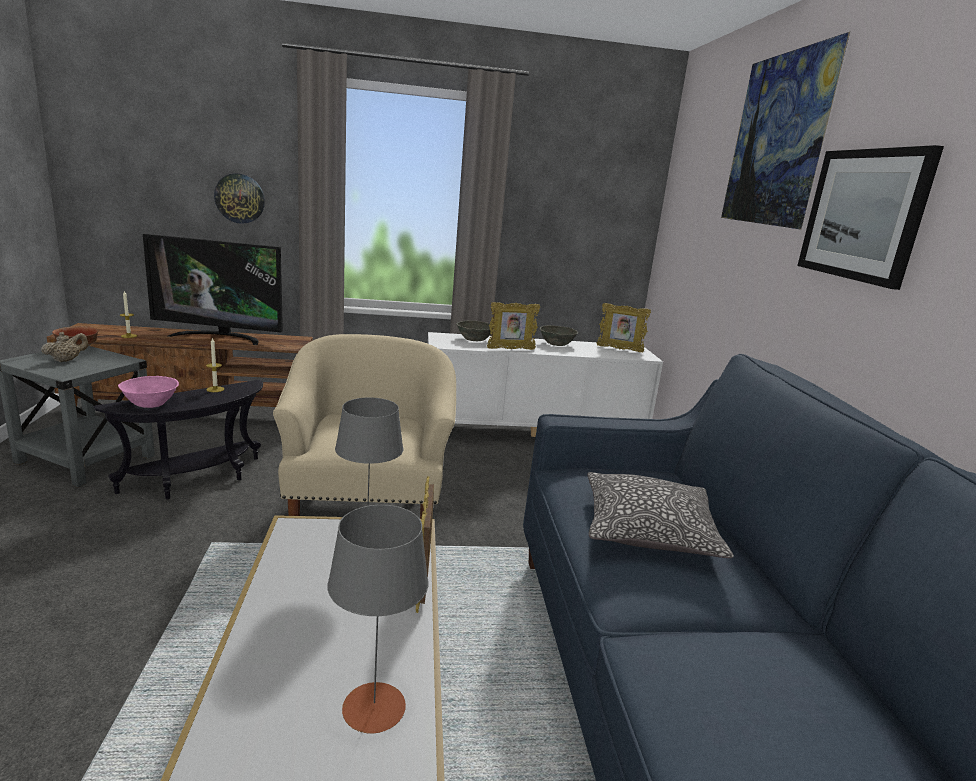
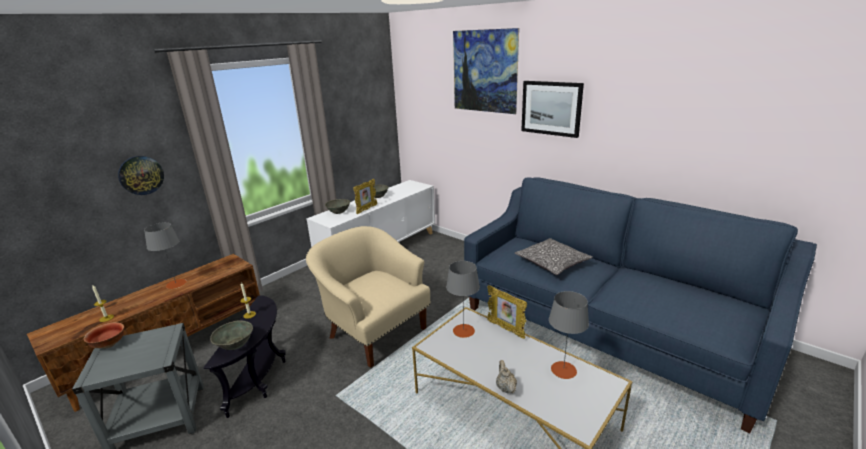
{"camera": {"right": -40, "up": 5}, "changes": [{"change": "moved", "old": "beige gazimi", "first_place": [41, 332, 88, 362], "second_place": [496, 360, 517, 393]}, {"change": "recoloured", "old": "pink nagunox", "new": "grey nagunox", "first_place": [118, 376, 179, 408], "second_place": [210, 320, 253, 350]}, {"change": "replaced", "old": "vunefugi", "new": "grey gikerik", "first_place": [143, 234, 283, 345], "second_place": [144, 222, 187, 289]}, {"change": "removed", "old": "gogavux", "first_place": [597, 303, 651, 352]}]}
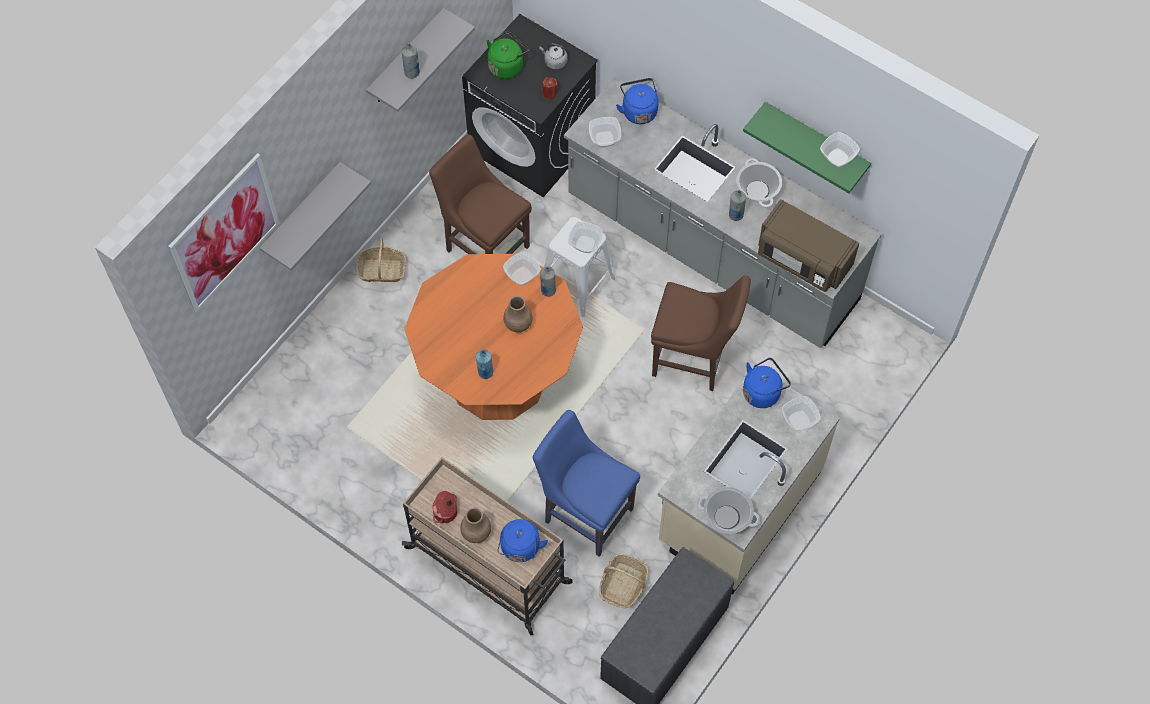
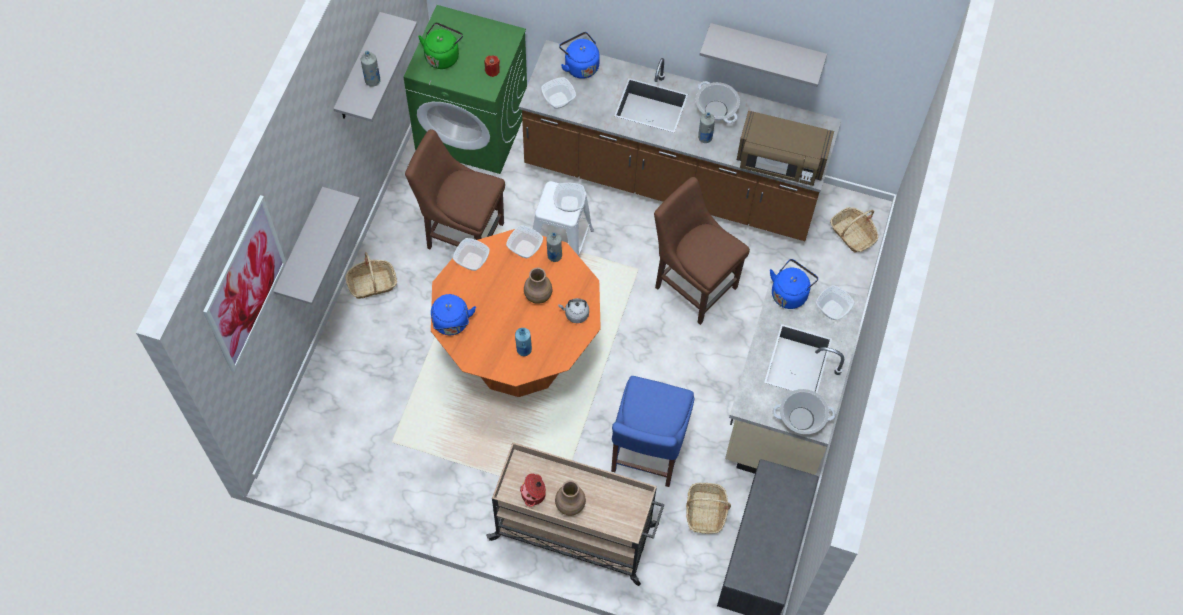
{"camera": {"right": -20, "up": 0}, "changes": [{"change": "recoloured", "old": "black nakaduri", "new": "green nakaduri", "first_place": [462, 14, 598, 197], "second_place": [404, 5, 527, 174]}, {"change": "moved", "old": "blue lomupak", "first_place": [498, 519, 548, 562], "second_place": [431, 294, 476, 335]}, {"change": "turned", "old": "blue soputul", "first_place": [533, 410, 640, 557], "second_place": [611, 376, 694, 487], "degrees": -90}, {"change": "moved", "old": "grey lomupak", "first_place": [539, 43, 567, 70], "second_place": [558, 298, 589, 323]}, {"change": "recoloured", "old": "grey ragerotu", "new": "brown ragerotu", "first_place": [564, 76, 882, 348], "second_place": [519, 40, 841, 241]}, {"change": "turned", "old": "brown soputul", "first_place": [651, 276, 751, 391], "second_place": [654, 177, 750, 325], "degrees": -135}, {"change": "recoloured", "old": "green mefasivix", "new": "grey mefasivix", "first_place": [743, 102, 871, 193], "second_place": [700, 23, 827, 87]}, {"change": "moved", "old": "nagunox", "first_place": [820, 132, 860, 168], "second_place": [453, 238, 490, 271]}, {"change": "added", "new": "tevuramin", "second_place": [830, 207, 878, 252]}]}
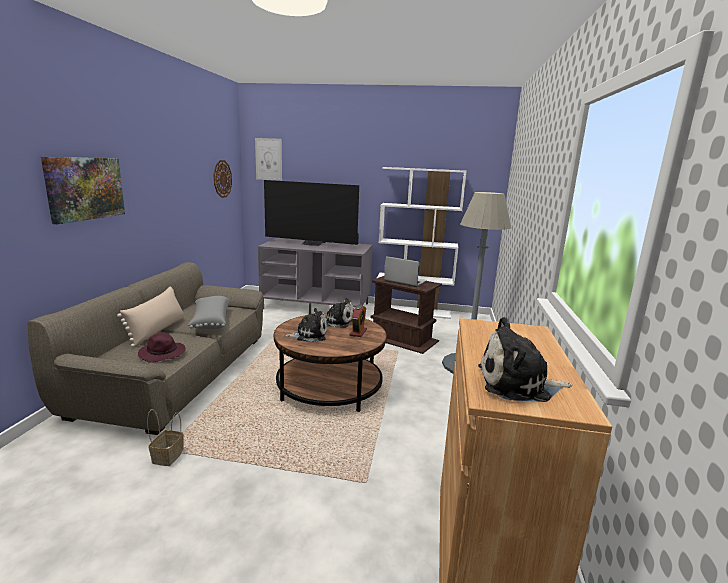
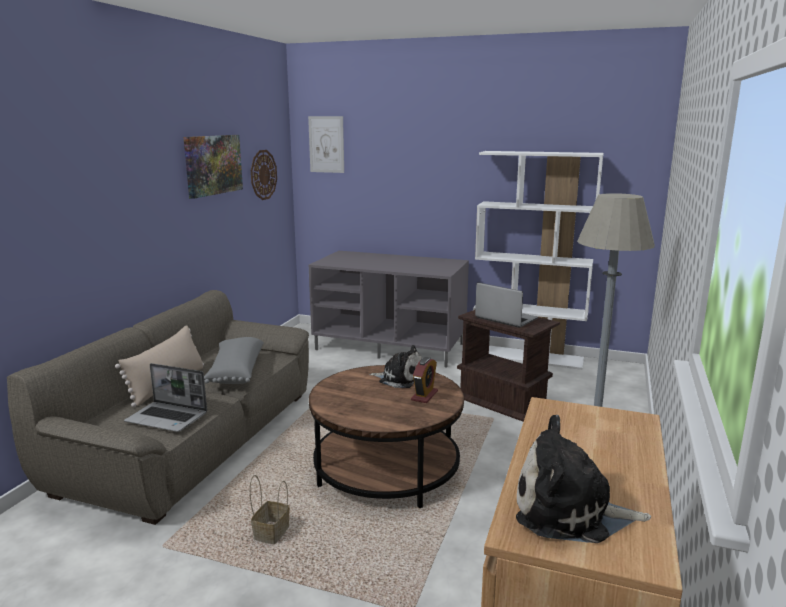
{"camera": {"right": 10, "up": 0}, "changes": [{"change": "moved", "old": "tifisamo", "first_place": [41, 157, 125, 224], "second_place": [183, 135, 243, 199]}, {"change": "replaced", "old": "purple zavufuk", "new": "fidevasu", "first_place": [138, 333, 186, 363], "second_place": [124, 363, 207, 432]}, {"change": "moved", "old": "tevuramin", "first_place": [147, 409, 184, 466], "second_place": [250, 475, 290, 544]}, {"change": "removed", "old": "vunefugi", "first_place": [264, 180, 359, 246]}, {"change": "removed", "old": "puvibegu", "first_place": [284, 308, 327, 342]}]}
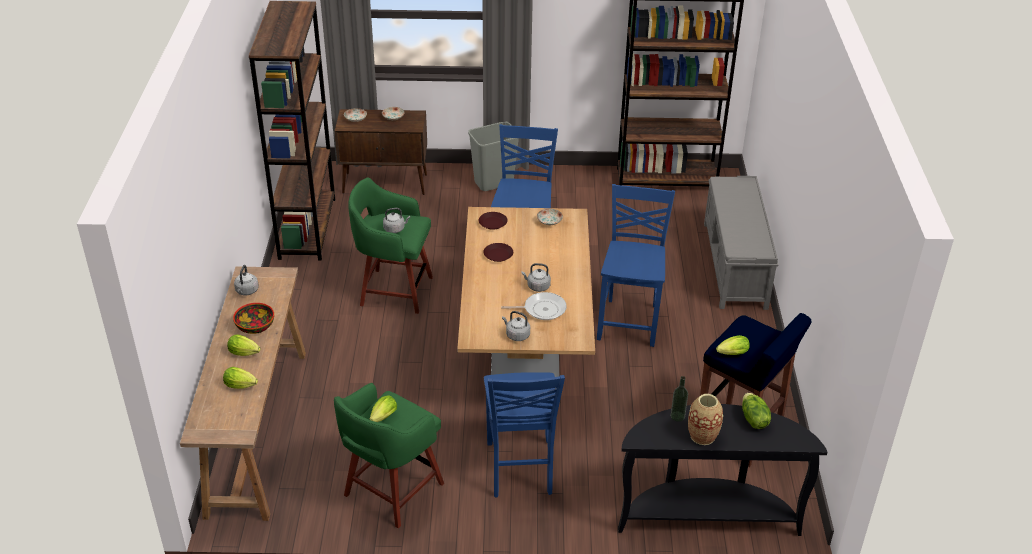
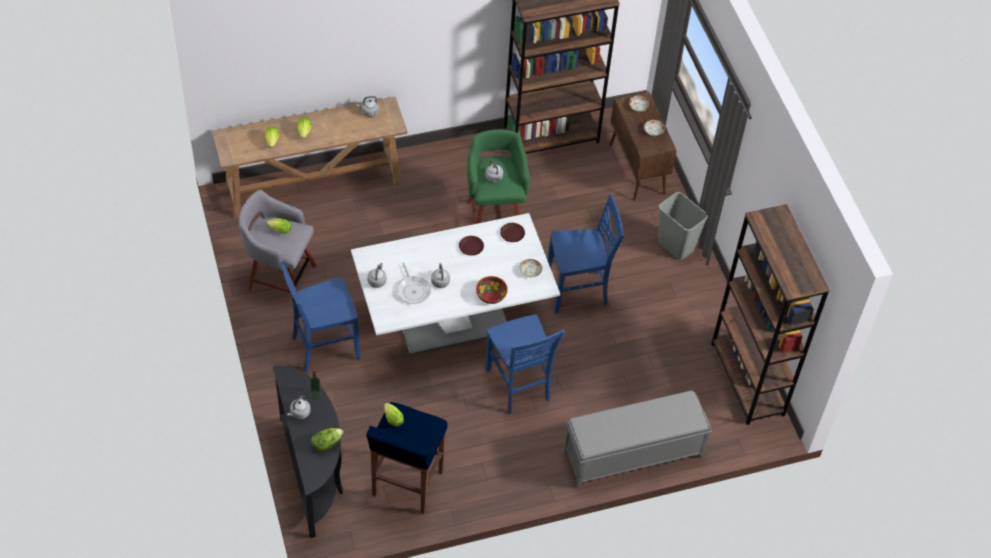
{"camera": {"right": 70, "up": 15}, "changes": [{"change": "moved", "old": "nagunox", "first_place": [233, 303, 274, 334], "second_place": [476, 276, 508, 304]}, {"change": "recoloured", "old": "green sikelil", "new": "grey sikelil", "first_place": [334, 383, 444, 528], "second_place": [239, 190, 316, 293]}, {"change": "recoloured", "old": "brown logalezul", "new": "white logalezul", "first_place": [457, 207, 595, 389], "second_place": [351, 213, 560, 355]}, {"change": "turned", "old": "blue soputul", "first_place": [597, 184, 675, 347], "second_place": [486, 314, 565, 414], "degrees": 75}, {"change": "replaced", "old": "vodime", "new": "grey lomupak", "first_place": [688, 394, 723, 445], "second_place": [287, 395, 311, 419]}]}
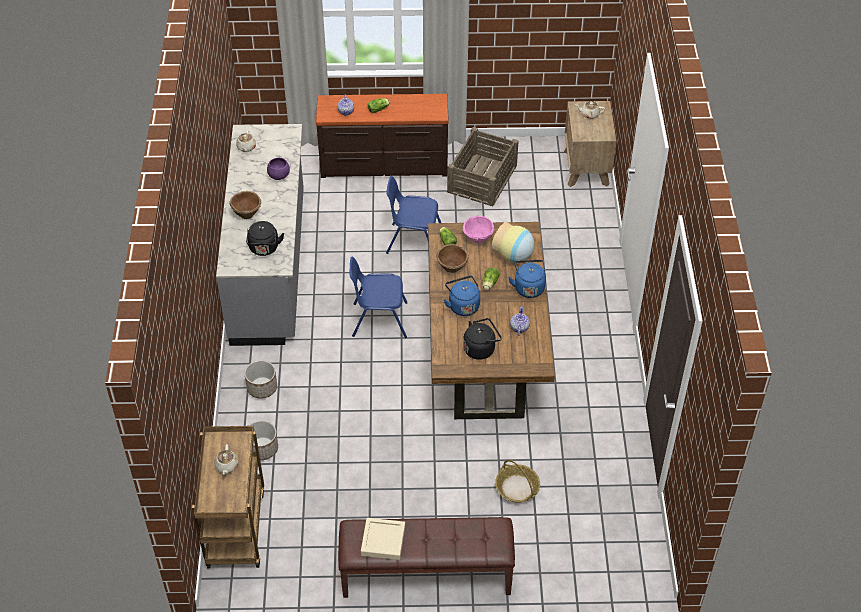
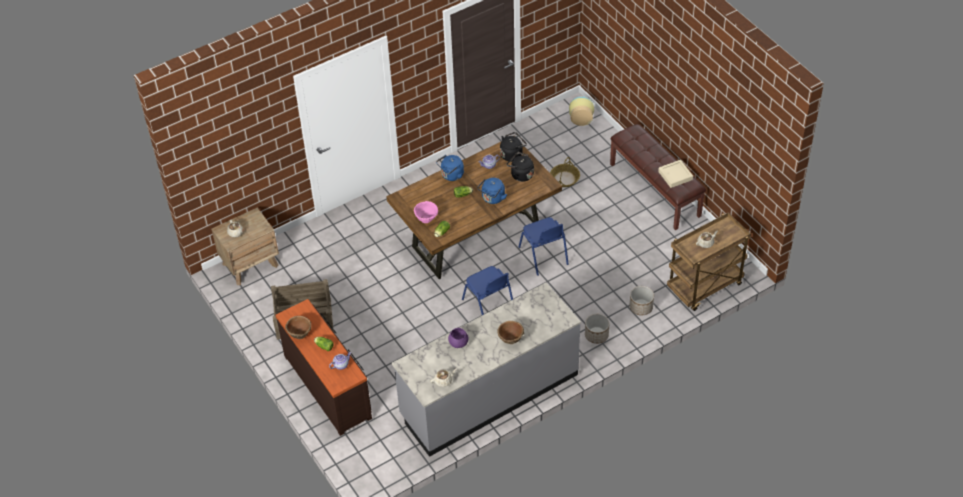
{"camera": {"right": -120, "up": 0}, "changes": [{"change": "moved", "old": "black lomupak", "first_place": [246, 221, 284, 256], "second_place": [500, 132, 527, 162]}, {"change": "moved", "old": "blue soputul", "first_place": [386, 176, 441, 254], "second_place": [518, 217, 569, 276]}, {"change": "moved", "old": "brown nagunox", "first_place": [436, 244, 468, 273], "second_place": [285, 316, 311, 339]}, {"change": "moved", "old": "vodime", "first_place": [491, 222, 534, 263], "second_place": [569, 96, 594, 126]}]}
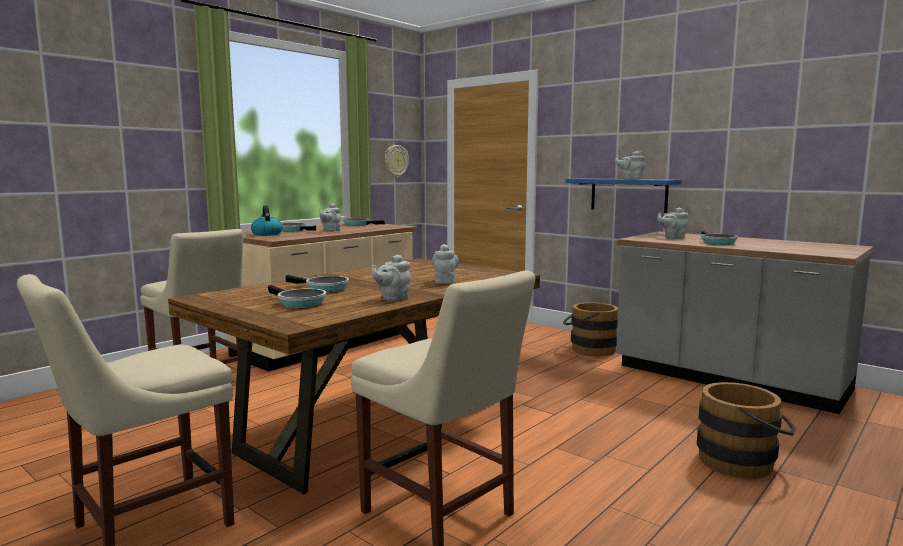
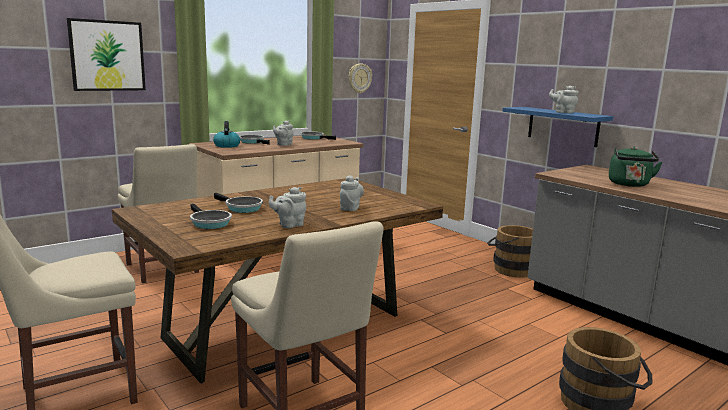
{"camera": {"right": 10, "up": 5}, "changes": [{"change": "removed", "old": "grey gazimi", "first_place": [657, 208, 688, 239]}, {"change": "replaced", "old": "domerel", "new": "green lomupak", "first_place": [701, 231, 738, 245], "second_place": [609, 147, 663, 187]}, {"change": "added", "new": "tifisamo", "second_place": [67, 18, 146, 91]}]}
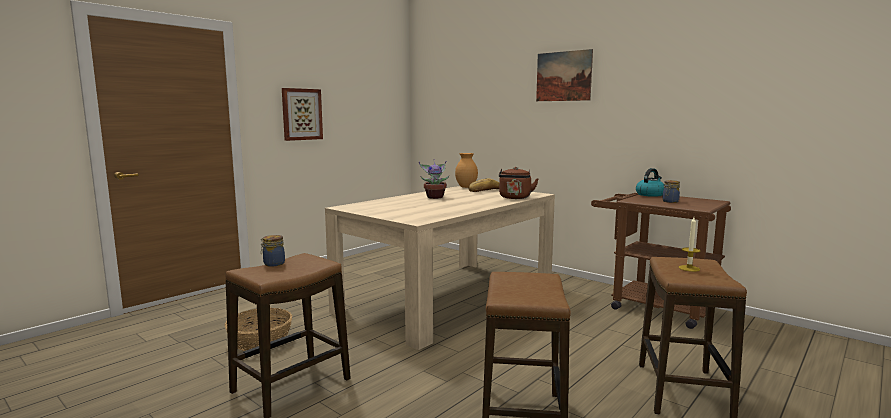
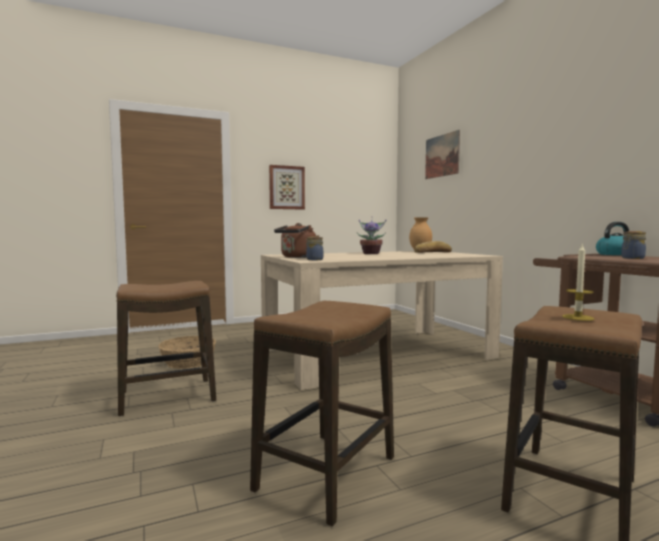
{"camera": {"right": 25, "up": -5}, "changes": [{"change": "moved", "old": "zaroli", "first_place": [261, 235, 285, 267], "second_place": [306, 237, 323, 260]}, {"change": "moved", "old": "brown lomupak", "first_place": [499, 167, 539, 199], "second_place": [274, 223, 319, 258]}, {"change": "moved", "old": "tifisamo", "first_place": [536, 49, 593, 101], "second_place": [425, 130, 460, 179]}]}
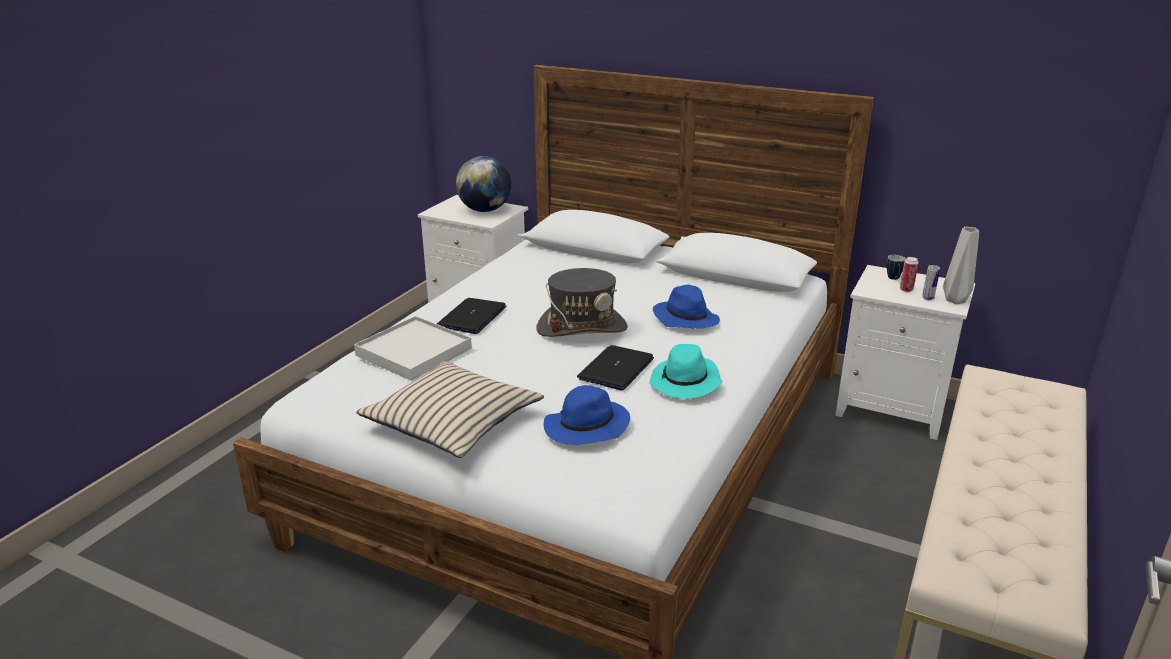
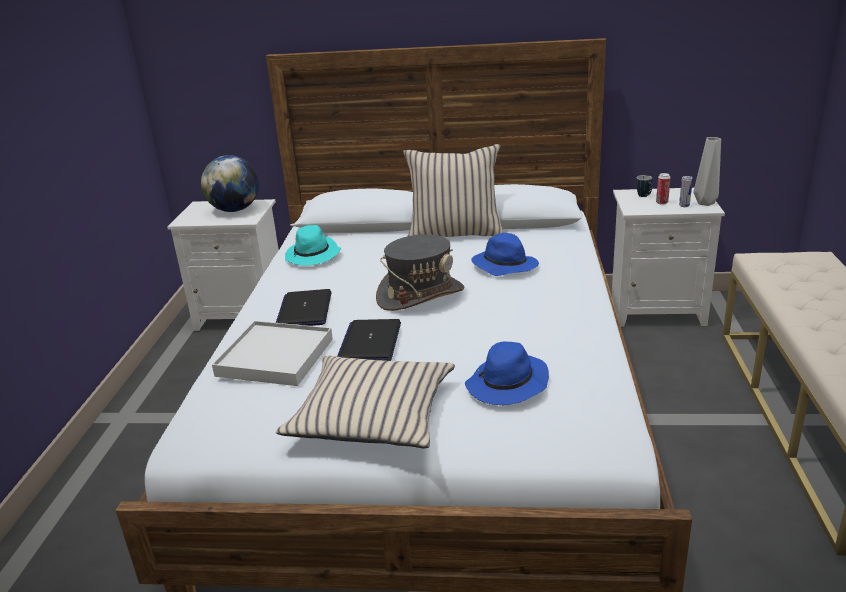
{"camera": {"right": -20, "up": 0}, "changes": [{"change": "moved", "old": "fidevasu", "first_place": [577, 345, 654, 390], "second_place": [337, 319, 401, 361]}, {"change": "moved", "old": "turquoise zavufuk", "first_place": [650, 344, 722, 399], "second_place": [285, 225, 341, 266]}, {"change": "added", "new": "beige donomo", "second_place": [403, 144, 503, 237]}]}
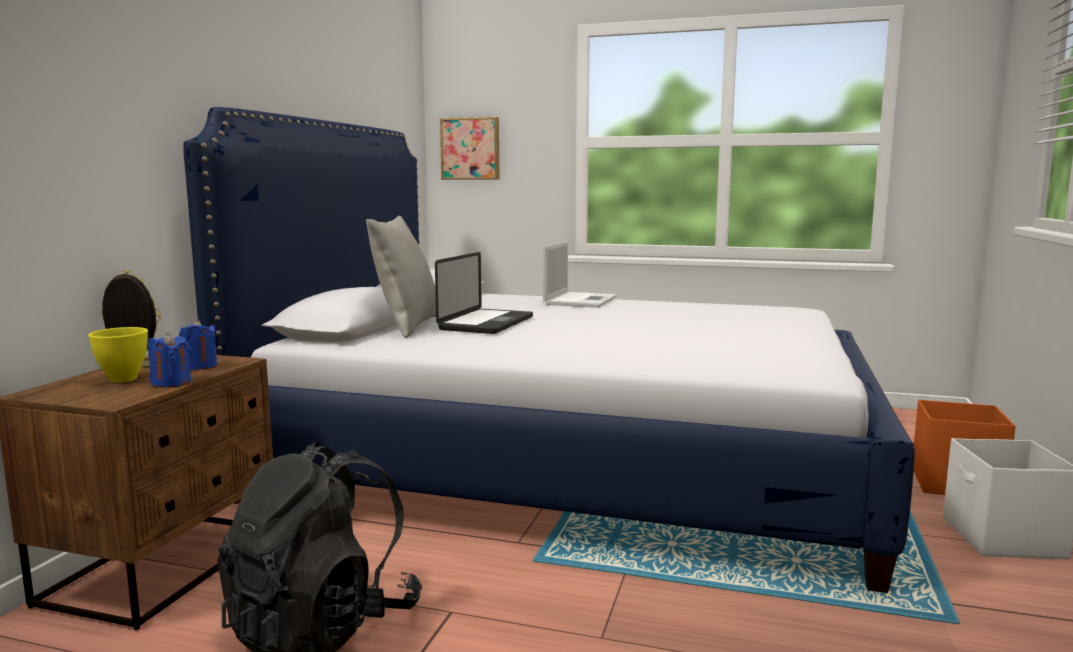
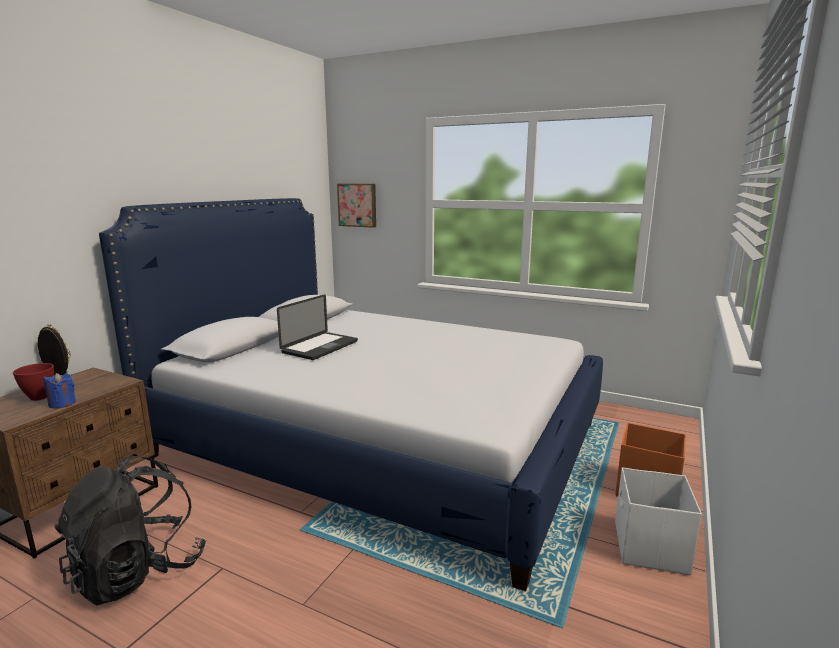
{"camera": {"right": 10, "up": 5}, "changes": [{"change": "recoloured", "old": "yellow nagunox", "new": "red nagunox", "first_place": [88, 327, 148, 383], "second_place": [13, 363, 54, 401]}, {"change": "removed", "old": "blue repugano", "first_place": [179, 319, 217, 370]}, {"change": "removed", "old": "grey donomo", "first_place": [366, 216, 436, 338]}, {"change": "removed", "old": "fidevasu", "first_place": [543, 241, 617, 308]}]}
